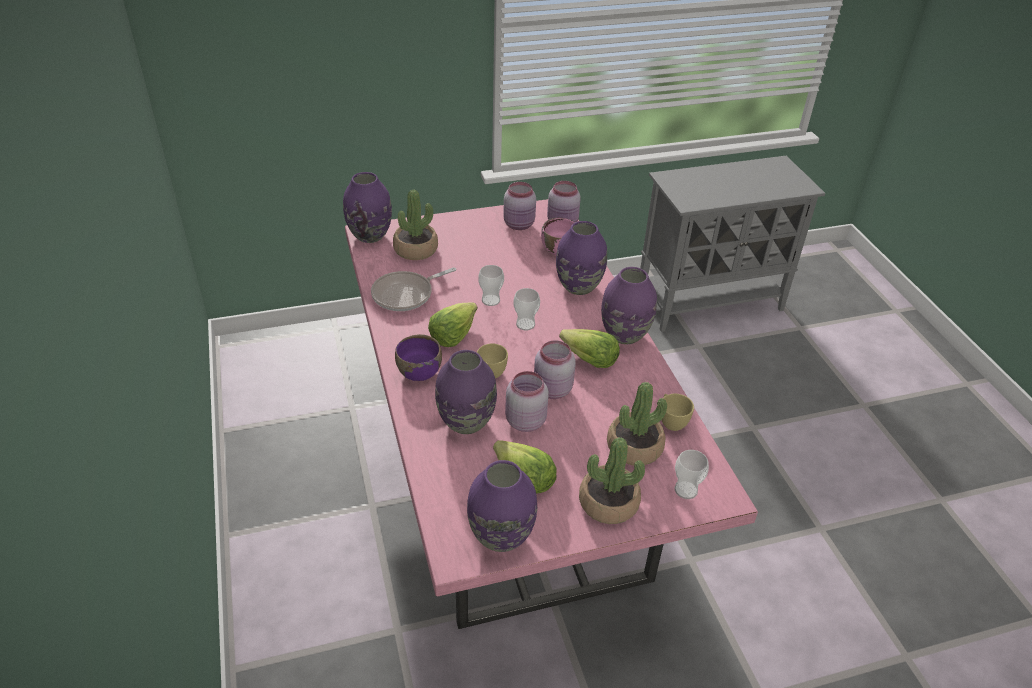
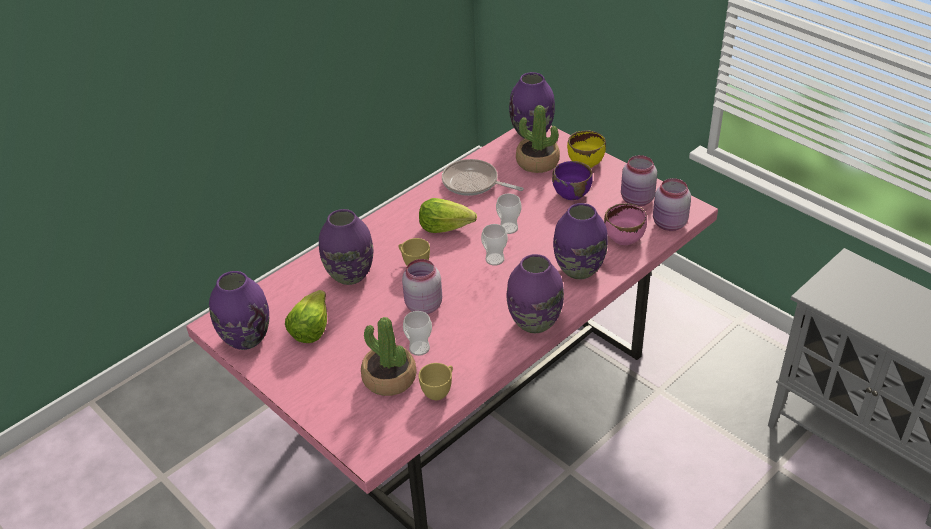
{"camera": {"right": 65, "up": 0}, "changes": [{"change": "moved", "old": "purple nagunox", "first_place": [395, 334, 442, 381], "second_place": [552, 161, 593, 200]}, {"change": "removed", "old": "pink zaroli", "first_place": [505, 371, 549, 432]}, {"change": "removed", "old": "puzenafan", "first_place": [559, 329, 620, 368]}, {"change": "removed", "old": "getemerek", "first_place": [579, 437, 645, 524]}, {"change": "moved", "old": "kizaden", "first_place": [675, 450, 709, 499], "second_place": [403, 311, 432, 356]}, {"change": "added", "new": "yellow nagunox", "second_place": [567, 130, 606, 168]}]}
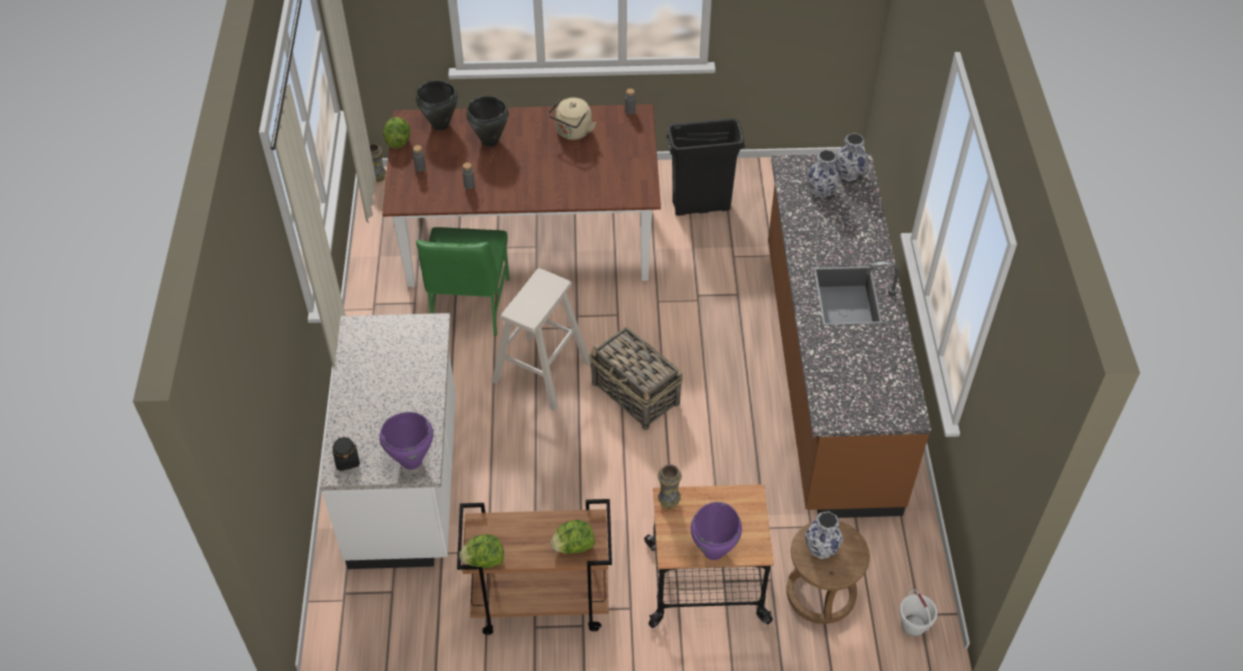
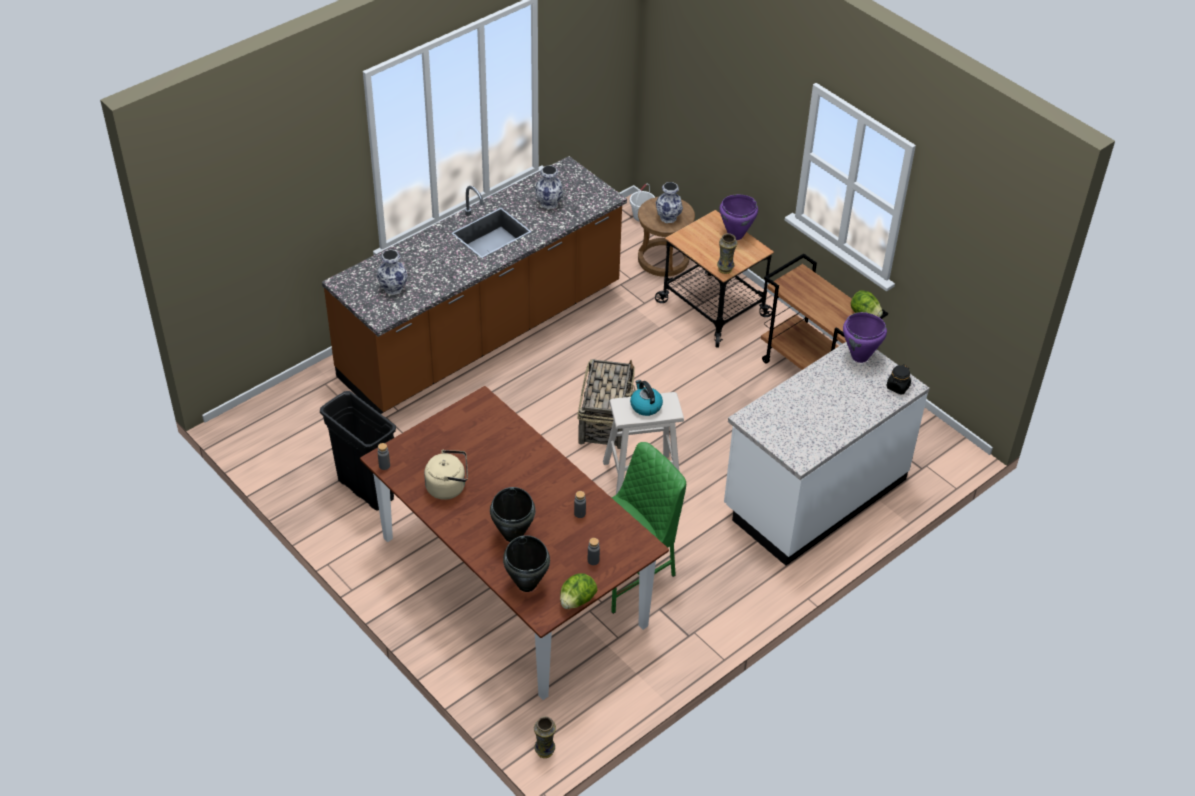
{"camera": {"right": -130, "up": -5}, "changes": [{"change": "removed", "old": "puzenafan", "first_place": [551, 520, 595, 554]}, {"change": "moved", "old": "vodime", "first_place": [835, 133, 868, 181], "second_place": [535, 165, 564, 209]}, {"change": "added", "new": "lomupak", "second_place": [630, 380, 663, 416]}]}
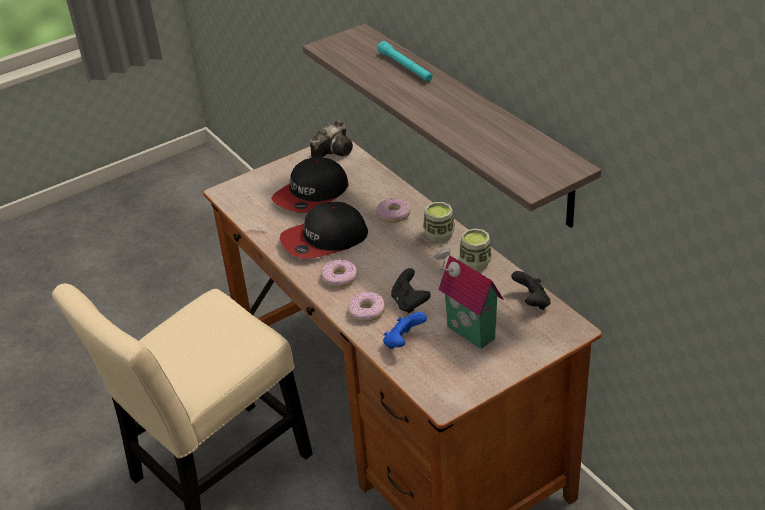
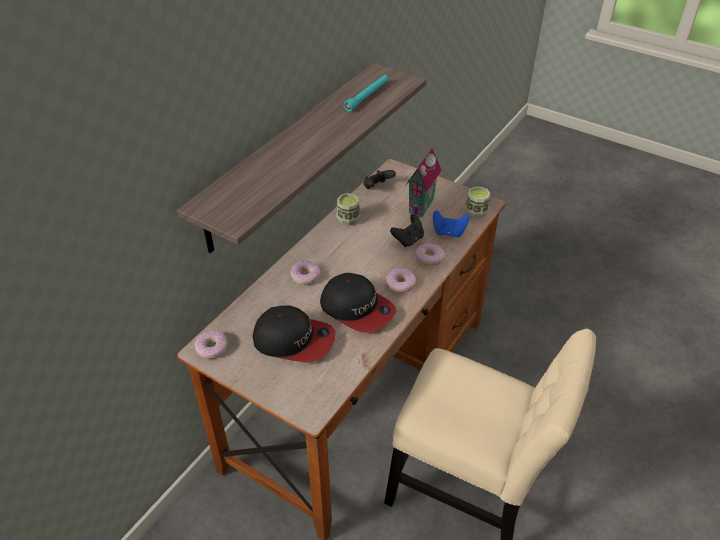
{"camera": {"right": -115, "up": 5}, "changes": [{"change": "replaced", "old": "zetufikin", "new": "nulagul", "first_place": [310, 120, 353, 158], "second_place": [195, 330, 227, 359]}, {"change": "moved", "old": "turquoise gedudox", "first_place": [378, 41, 433, 82], "second_place": [344, 75, 389, 112]}, {"change": "moved", "old": "kizaden", "first_place": [423, 202, 455, 242], "second_place": [465, 187, 490, 218]}]}
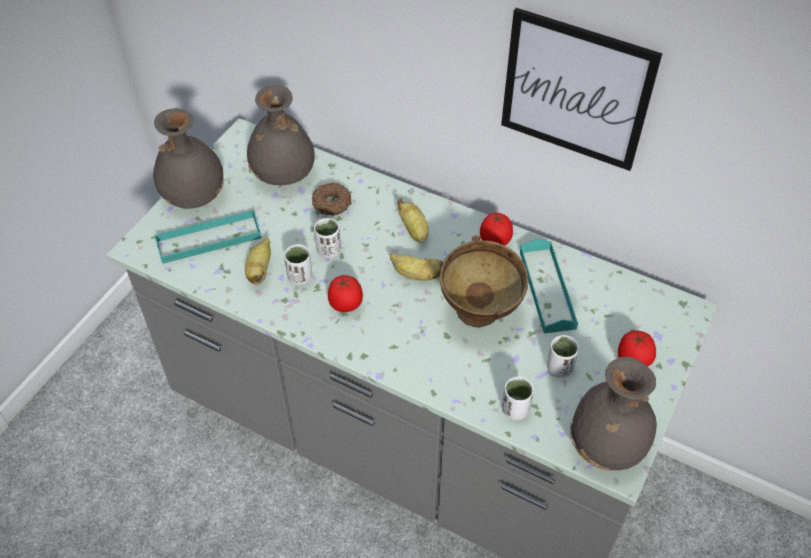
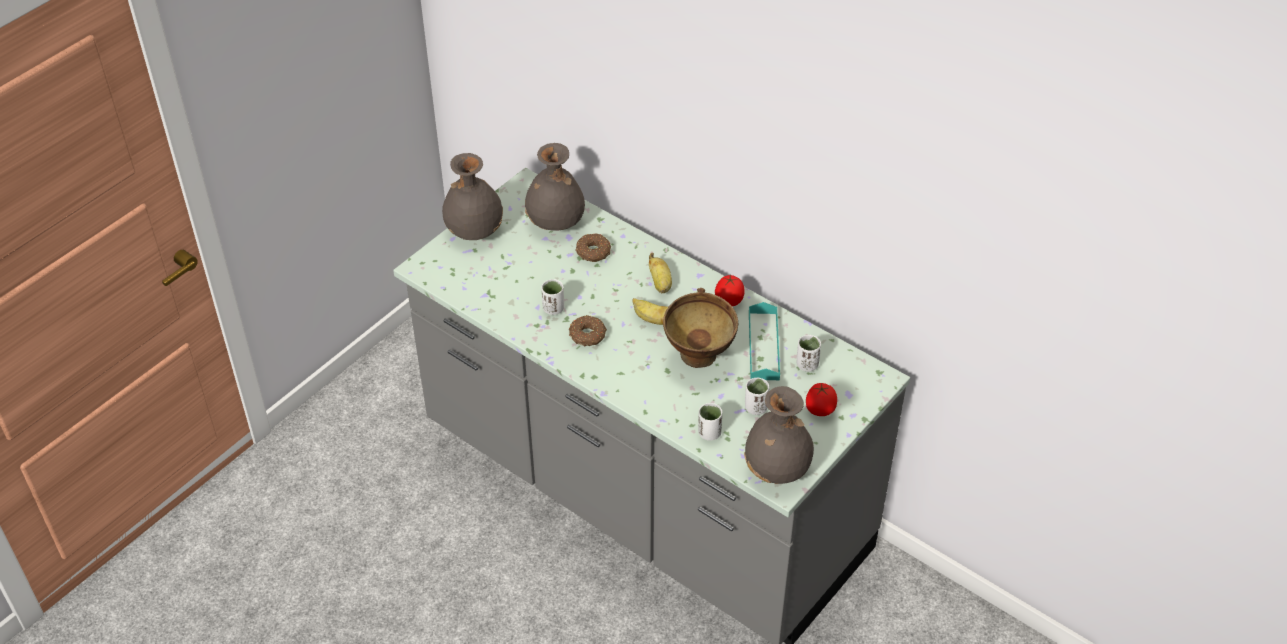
{"camera": {"right": 10, "up": -5}, "changes": [{"change": "removed", "old": "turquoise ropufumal", "first_place": [155, 210, 261, 264]}, {"change": "removed", "old": "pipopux", "first_place": [245, 238, 271, 285]}, {"change": "moved", "old": "white kizaden", "first_place": [314, 218, 341, 258], "second_place": [797, 335, 821, 371]}, {"change": "replaced", "old": "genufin", "new": "nulagul", "first_place": [328, 275, 363, 312], "second_place": [569, 315, 607, 346]}, {"change": "removed", "old": "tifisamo", "first_place": [501, 8, 662, 171]}]}
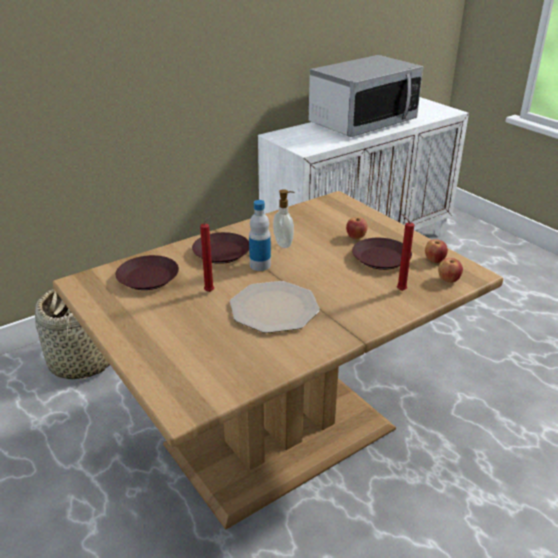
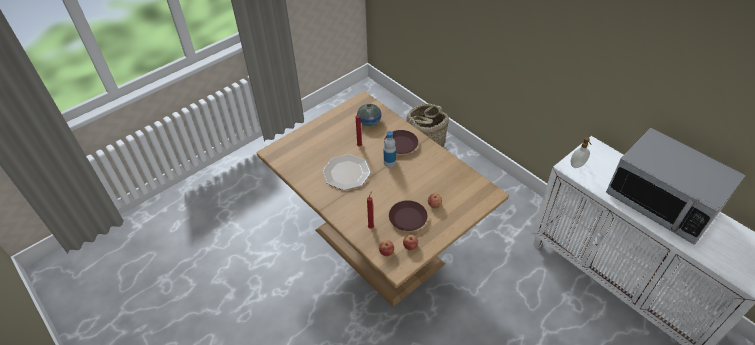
{"camera": {"right": 85, "up": 15}, "changes": [{"change": "replaced", "old": "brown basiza", "new": "vodime", "first_place": [116, 255, 179, 290], "second_place": [357, 104, 381, 126]}, {"change": "moved", "old": "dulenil", "first_place": [273, 189, 295, 248], "second_place": [570, 137, 592, 168]}]}
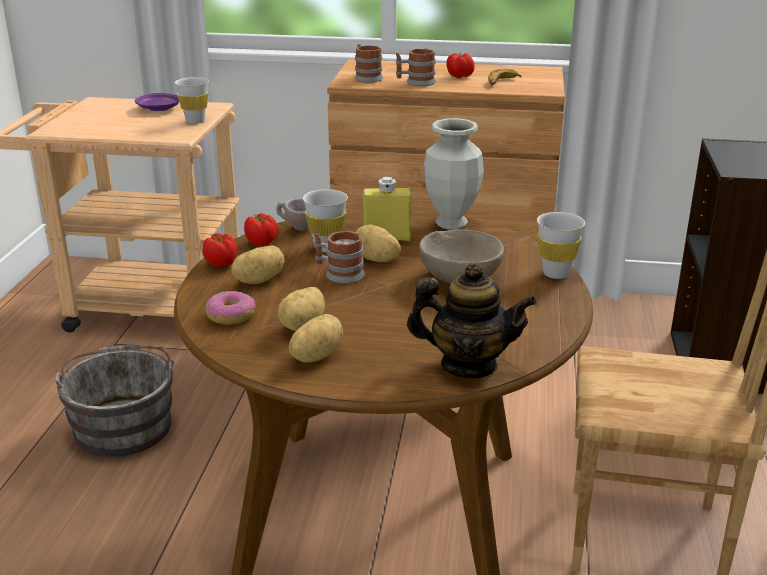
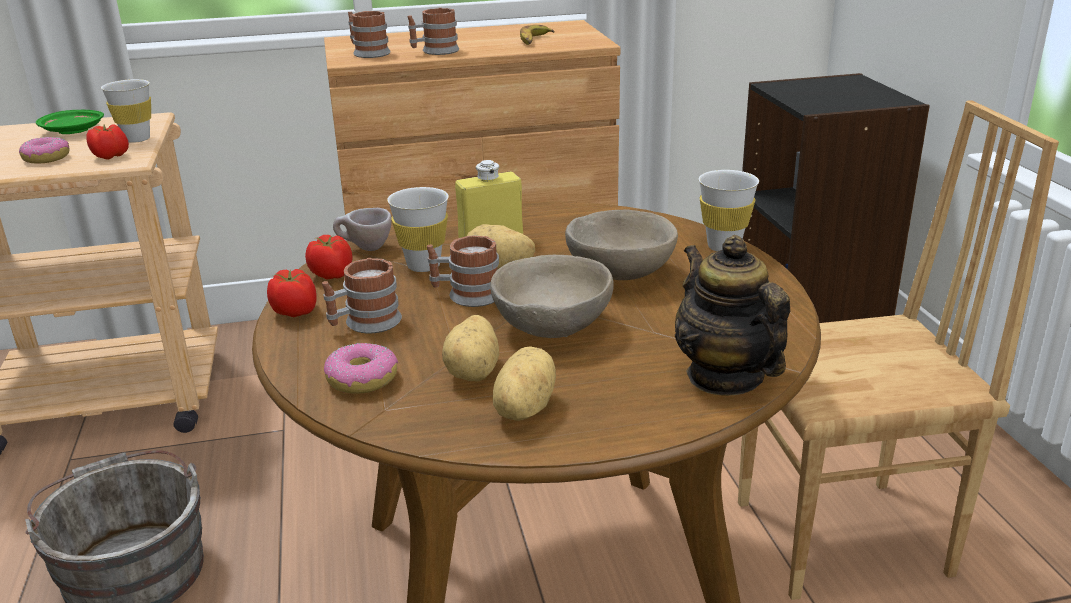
{"camera": {"right": -20, "up": 0}, "changes": [{"change": "recoloured", "old": "purple basiza", "new": "green basiza", "first_place": [135, 93, 179, 111], "second_place": [36, 110, 104, 134]}, {"change": "replaced", "old": "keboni", "new": "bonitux", "first_place": [231, 245, 285, 284], "second_place": [322, 258, 402, 333]}, {"change": "turned", "old": "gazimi", "first_place": [407, 263, 537, 378], "second_place": [675, 235, 790, 396], "degrees": -105}, {"change": "removed", "old": "vodime", "first_place": [423, 118, 484, 230]}, {"change": "moved", "old": "genufin", "first_place": [446, 53, 475, 78], "second_place": [86, 125, 129, 159]}, {"change": "added", "new": "nulagul", "second_place": [19, 137, 70, 164]}, {"change": "added", "new": "beige nagunox", "second_place": [490, 255, 614, 338]}]}
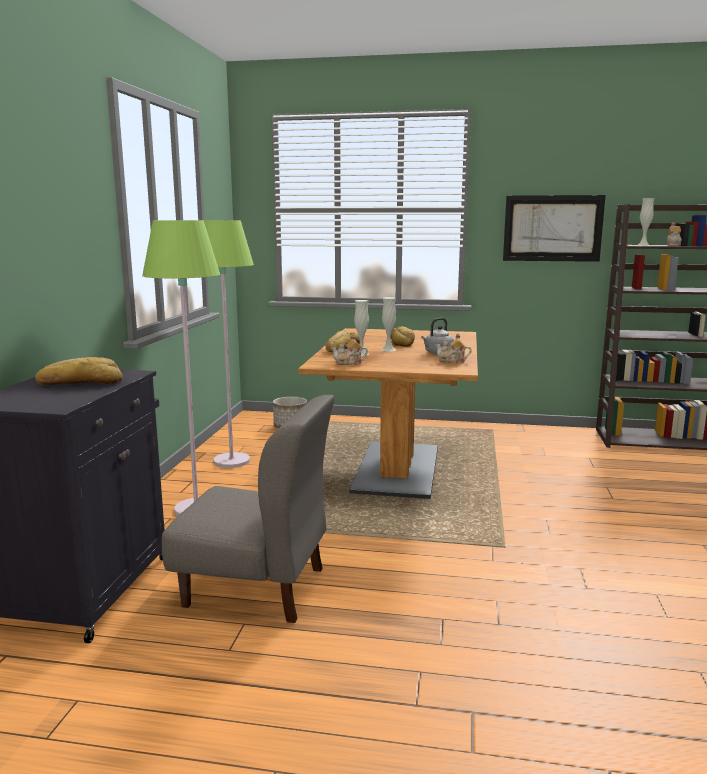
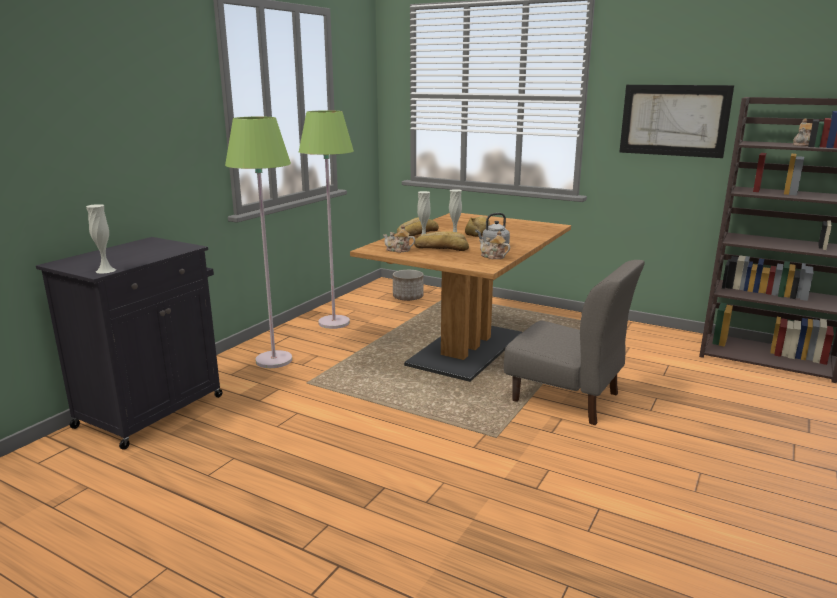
{"camera": {"right": 20, "up": 5}, "changes": [{"change": "moved", "old": "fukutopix", "first_place": [35, 357, 123, 385], "second_place": [414, 231, 469, 251]}, {"change": "moved", "old": "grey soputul", "first_place": [162, 395, 335, 623], "second_place": [504, 260, 645, 425]}, {"change": "moved", "old": "white vodime", "first_place": [636, 198, 655, 246], "second_place": [86, 204, 116, 274]}]}
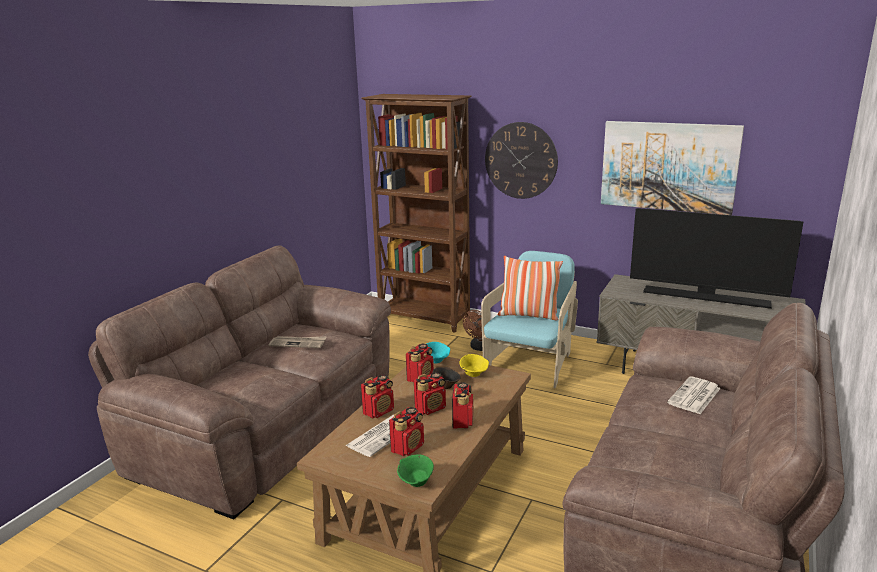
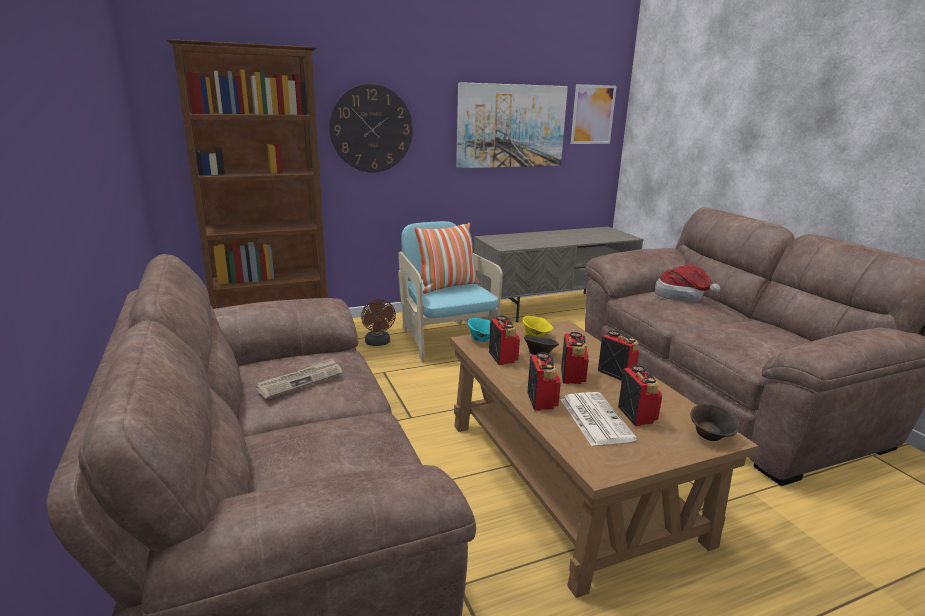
{"camera": {"right": -50, "up": 0}, "changes": [{"change": "recoloured", "old": "green nagunox", "new": "brown nagunox", "first_place": [397, 454, 434, 487], "second_place": [690, 404, 739, 441]}, {"change": "removed", "old": "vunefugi", "first_place": [630, 208, 803, 309]}, {"change": "replaced", "old": "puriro", "new": "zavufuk", "first_place": [667, 376, 721, 414], "second_place": [655, 264, 720, 301]}, {"change": "added", "new": "tifisamo", "second_place": [571, 84, 617, 144]}]}
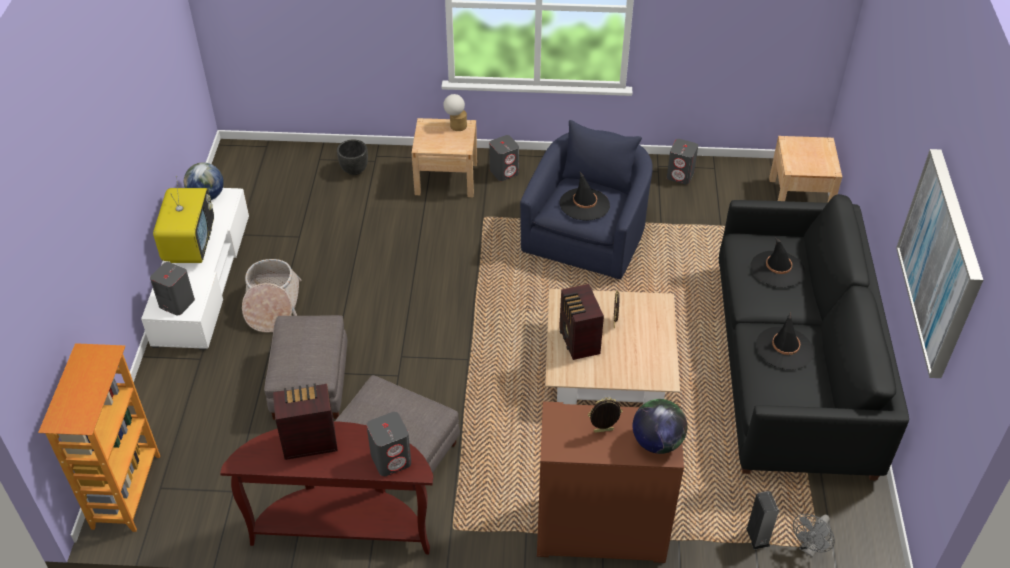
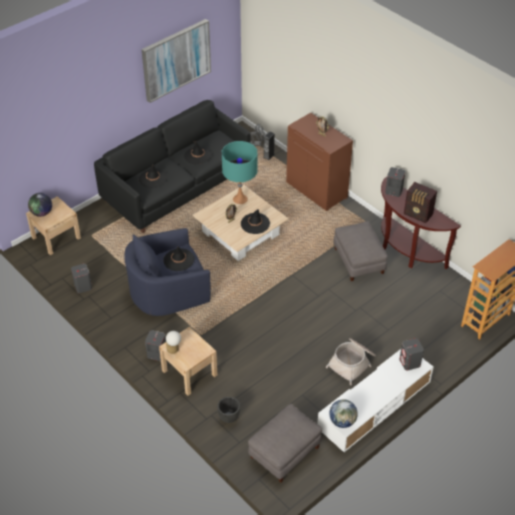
{"camera": {"right": -135, "up": 0}, "changes": [{"change": "removed", "old": "vunefugi", "first_place": [153, 176, 214, 263]}, {"change": "moved", "old": "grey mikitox", "first_place": [264, 315, 348, 420], "second_place": [248, 404, 322, 483]}, {"change": "replaced", "old": "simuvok", "new": "black zavufuk", "first_place": [559, 284, 604, 360], "second_place": [241, 209, 270, 234]}, {"change": "moved", "old": "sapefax", "first_place": [633, 399, 687, 454], "second_place": [28, 193, 52, 217]}, {"change": "added", "new": "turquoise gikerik", "second_place": [222, 141, 257, 204]}]}
